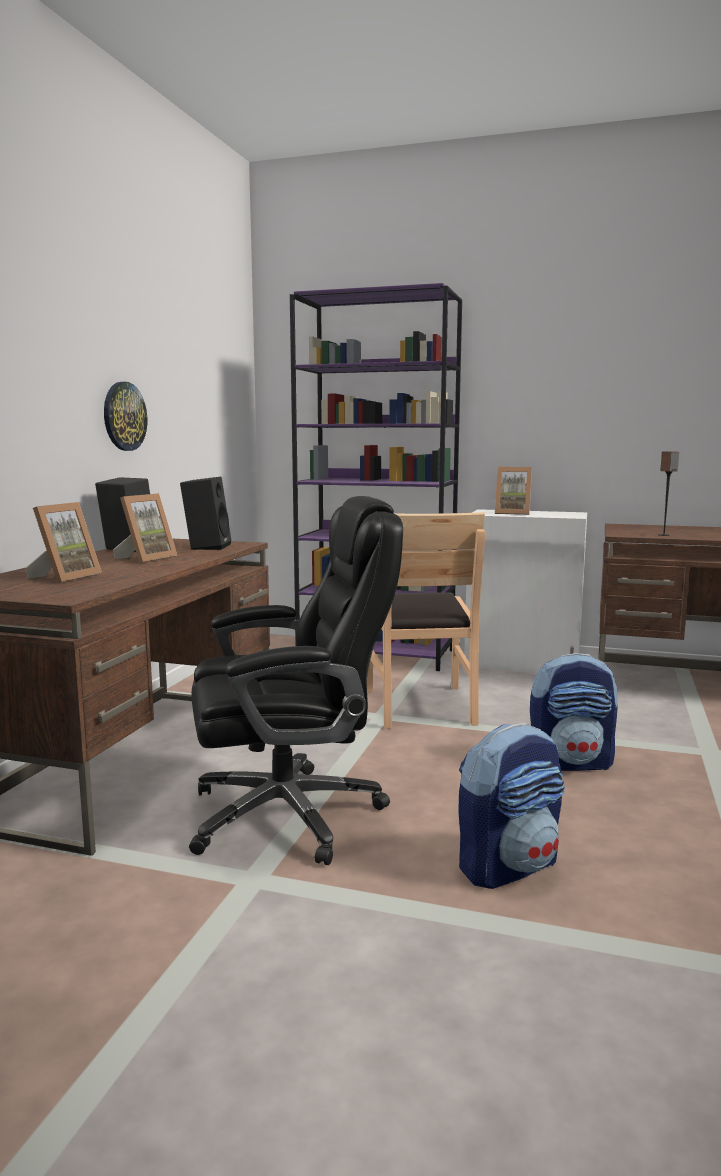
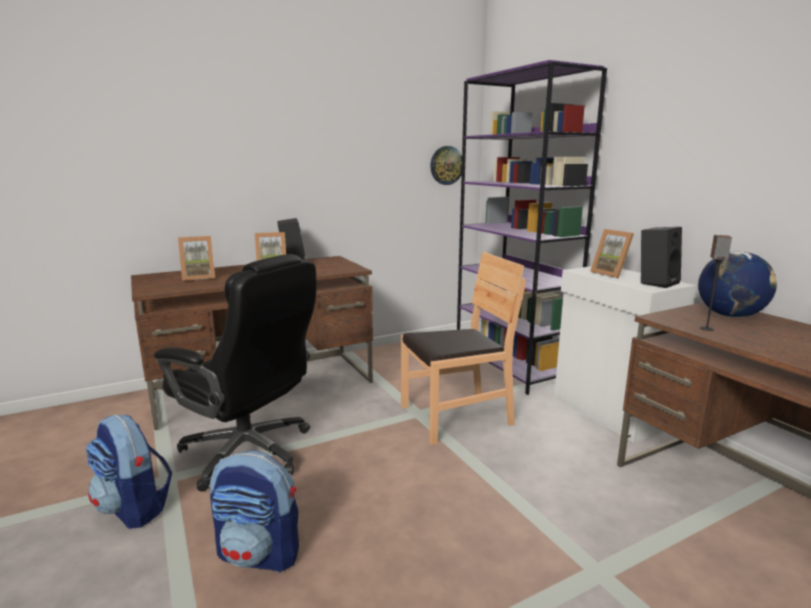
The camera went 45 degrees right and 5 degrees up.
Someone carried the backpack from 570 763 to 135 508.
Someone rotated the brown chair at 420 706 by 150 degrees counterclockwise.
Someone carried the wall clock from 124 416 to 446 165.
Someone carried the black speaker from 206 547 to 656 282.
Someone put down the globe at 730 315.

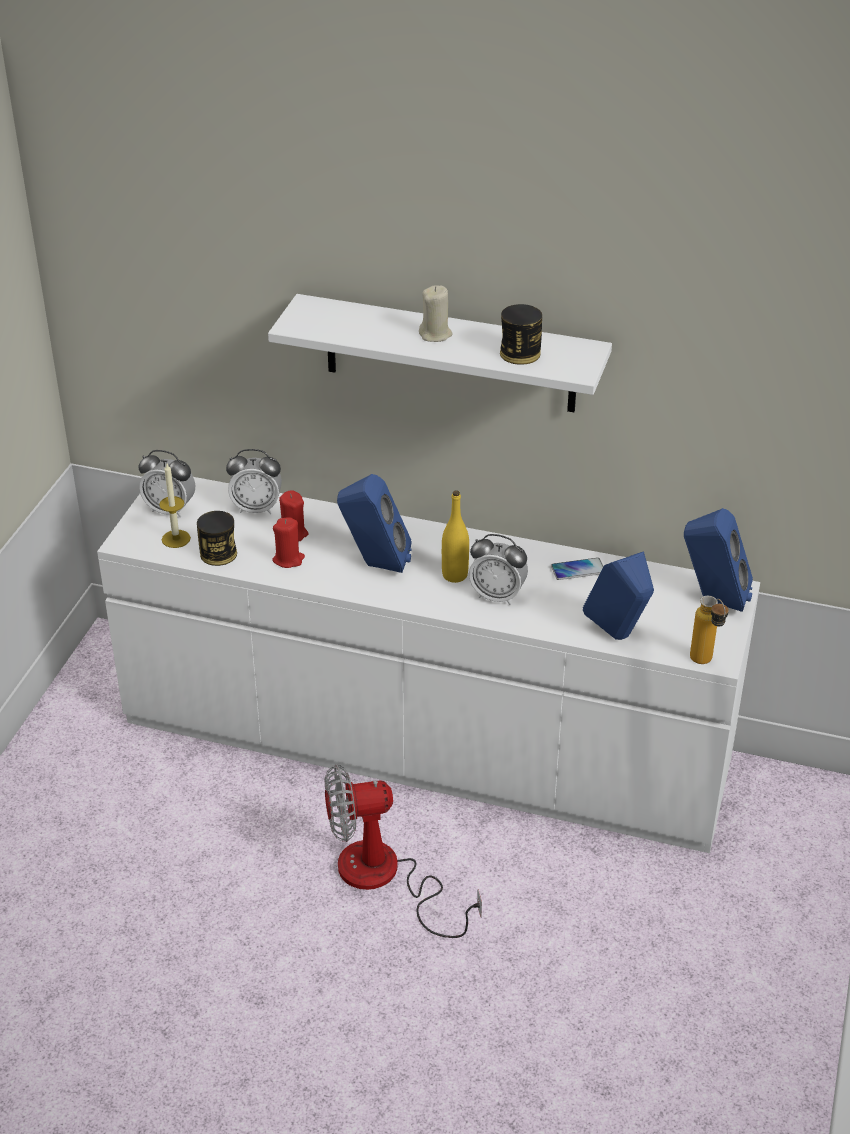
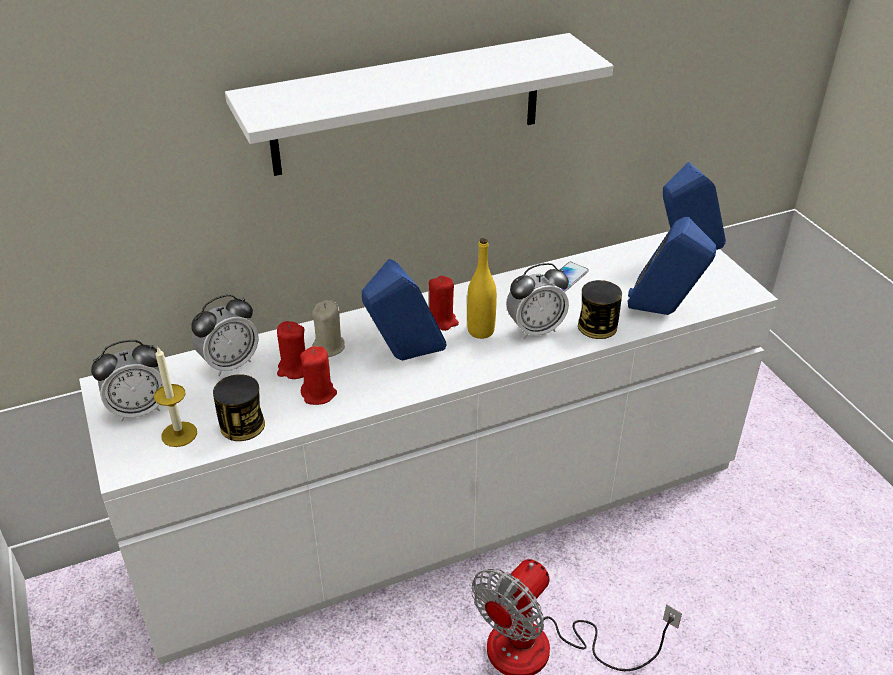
The camera went 40 degrees left and 0 degrees up.
Someone carried the beige candle from 435 334 to 329 347.
Someone put down the red candle at 442 321.
Someone carried the can from 520 353 to 597 326.
Someone took away the bottle at 705 663.

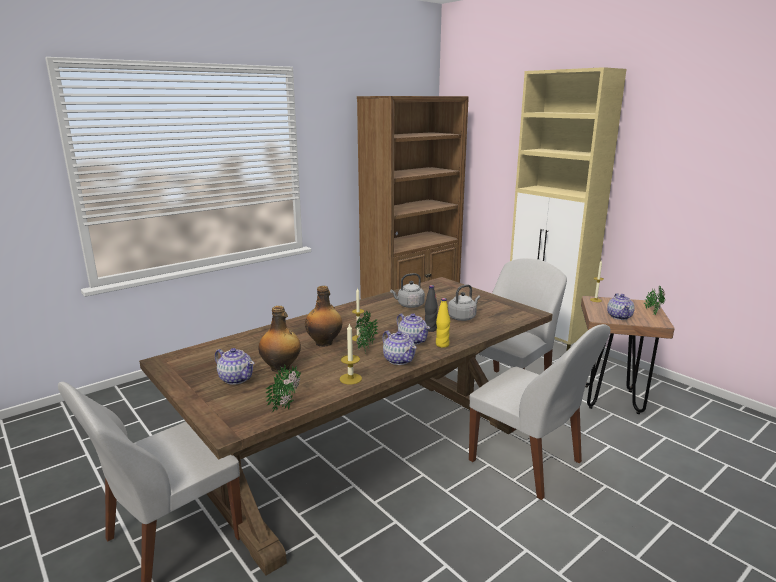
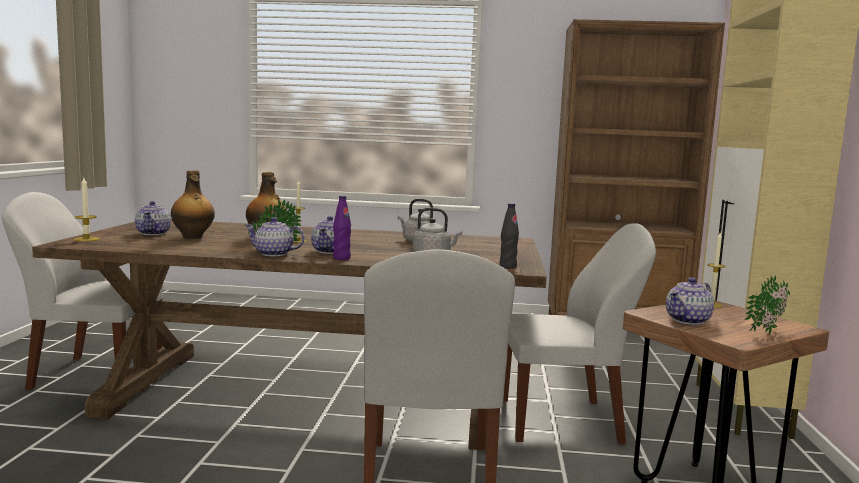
The camera went 45 degrees right and 10 degrees down.
Someone carried the candle from 350 379 to 86 239.
Someone rotated the teapot at 399 360 by 90 degrees clockwise.
Someone repainted the yellow bottle at 442 345, which became the purple bottle at 341 258.
Someone carried the black bottle from 430 329 to 508 266.
Someone took away the potted plant at 288 405.

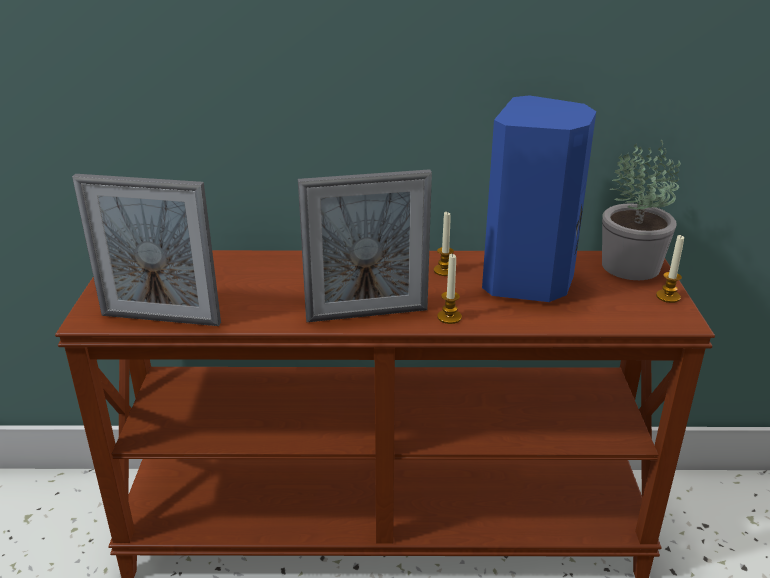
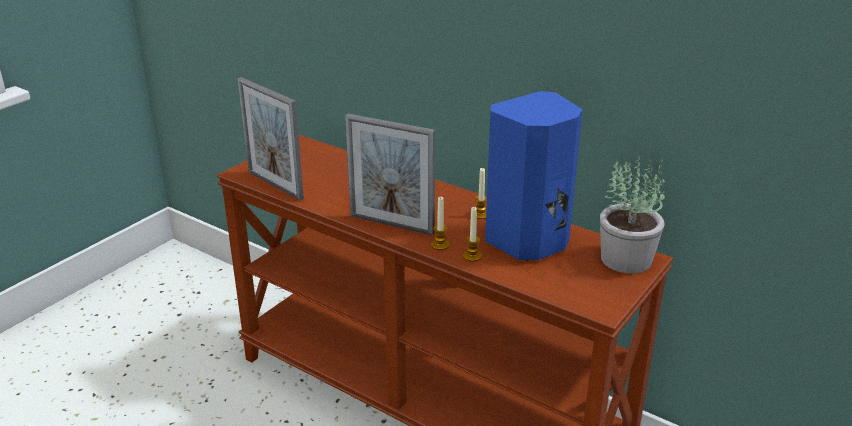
The camera went 35 degrees right and 0 degrees up.
Someone carried the candle from 668 297 to 472 256.

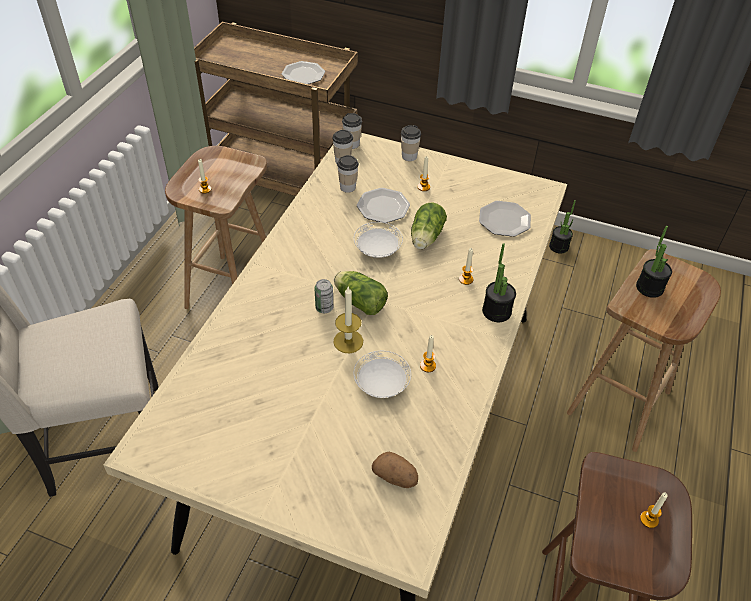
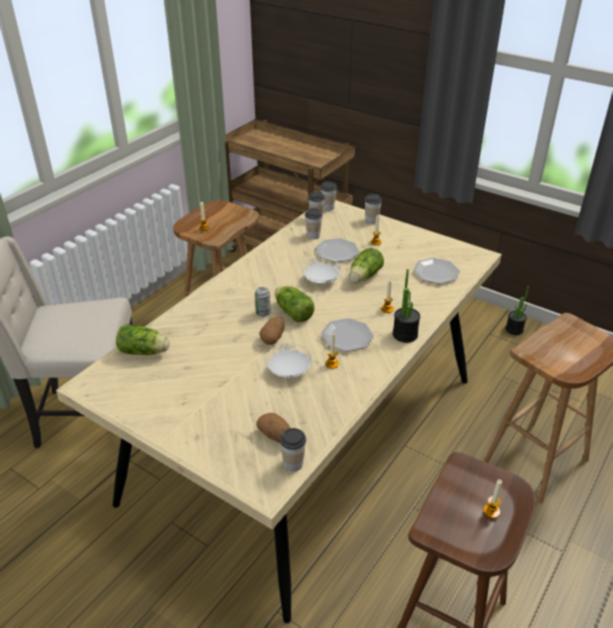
The camera went 15 degrees right and 10 degrees down.
Someone put down the lettuce at 145 352.
Someone swapped the candle at 348 341 for the potato at 273 338.
Someone put down the cup at 293 463.
Someone carried the plate from 304 75 to 347 337.
Someone took away the potted plant at 649 287.

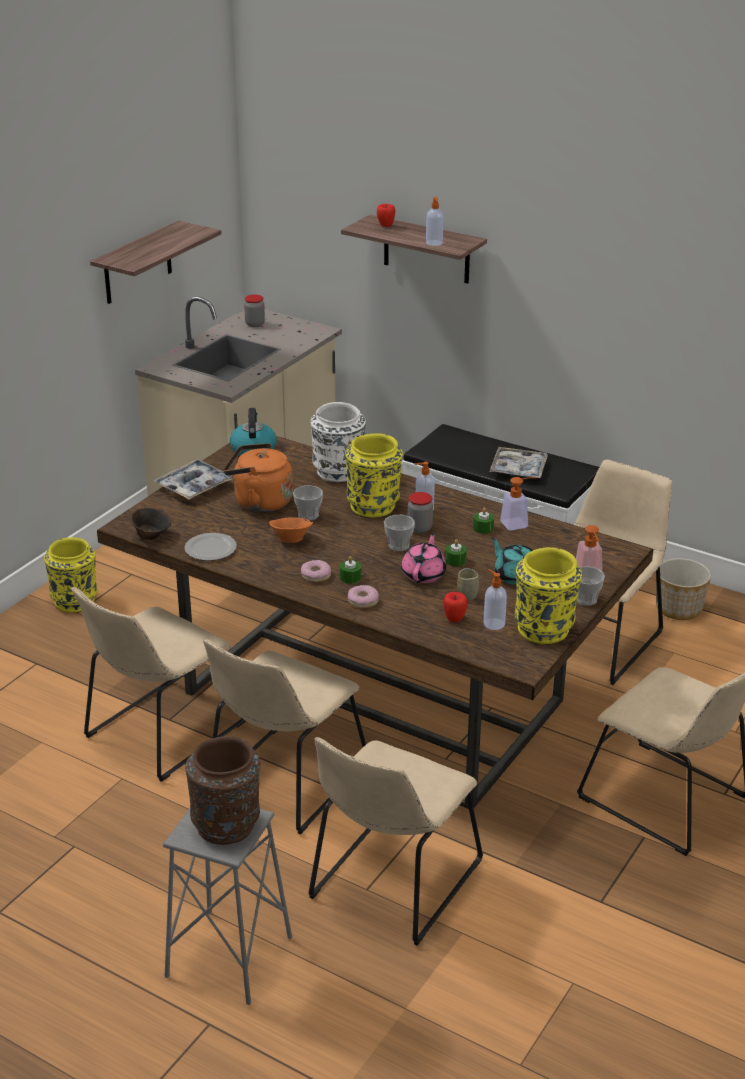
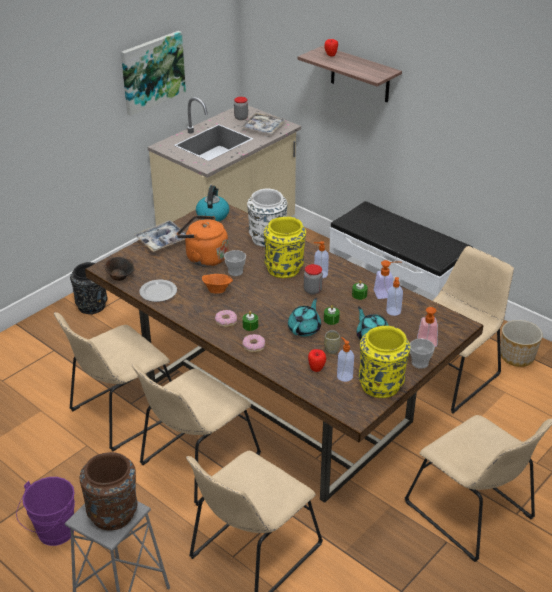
The camera went 10 degrees right and 5 degrees up.
Someone put down the purple bucket at 53 534.
Someone repainted the yellow vase at 75 601, which became the black vase at 92 305.
Someone swapped the shelf at 137 263 for the picture at 152 72.
Someone carried the tray from 518 469 to 263 128.
Someone repainted the pink teapot at 424 574, which became the turquoise teapot at 304 328.
Someone carried the soap dispenser from 434 243 to 393 311.
Someone took away the cup at 398 545.

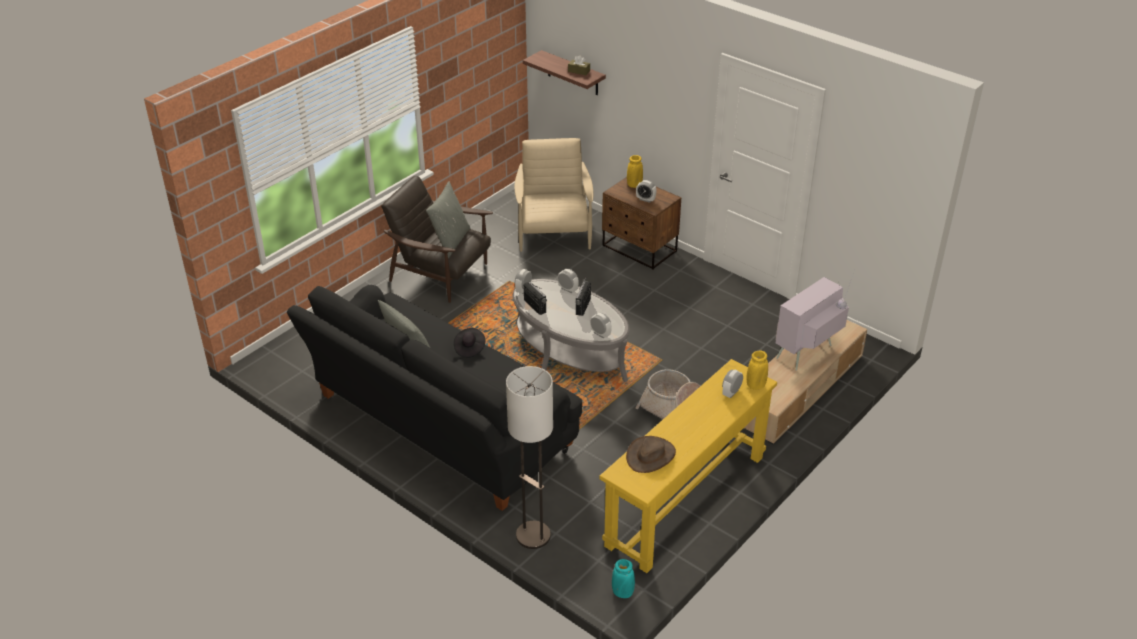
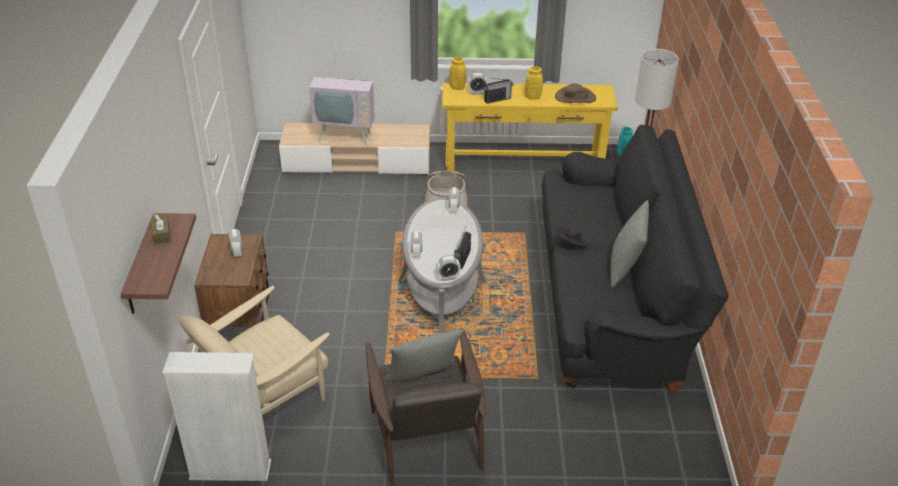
The camera went 130 degrees left and 0 degrees up.
Someone put down the white bookcase at 230 470.
Someone carried the radio from 583 306 to 497 99.
Someone carried the yellow vase from 634 185 to 533 97.

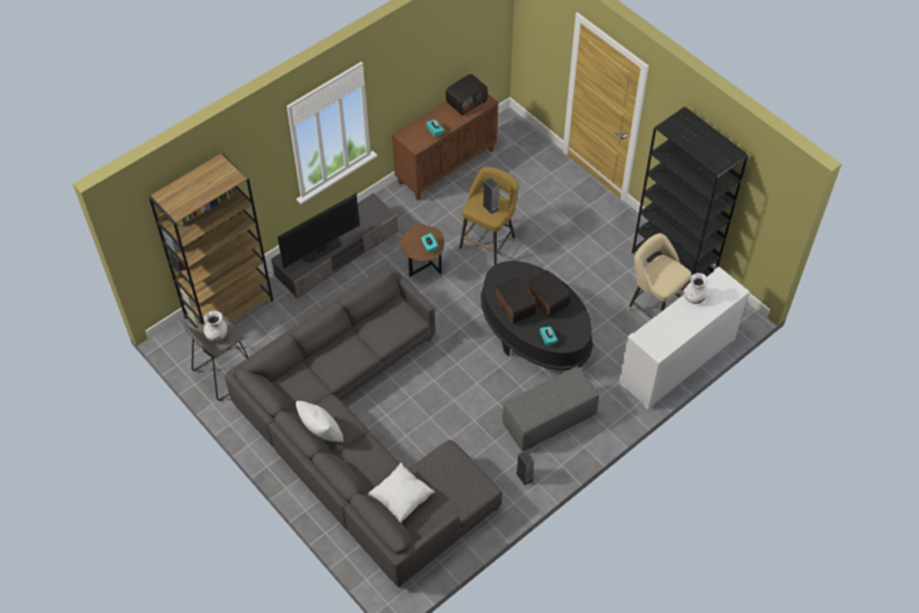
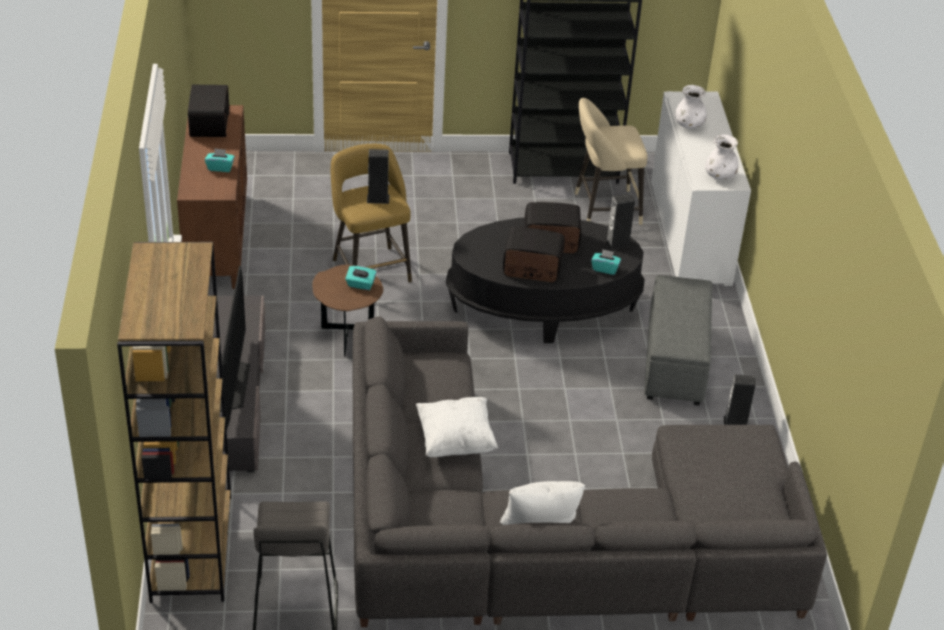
The camera went 55 degrees left and 15 degrees down.
Someone carried the white pillow from 401 499 to 455 441.
Someone put down the speaker at 617 243.
Someone carried the white vase from 217 335 to 720 176.

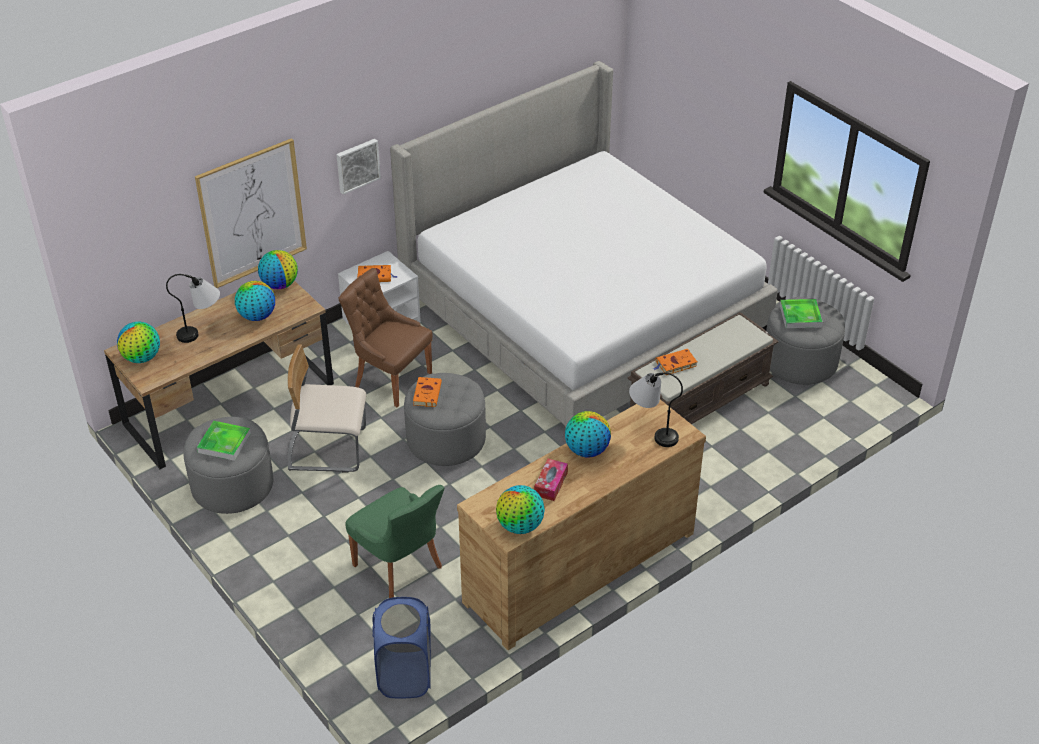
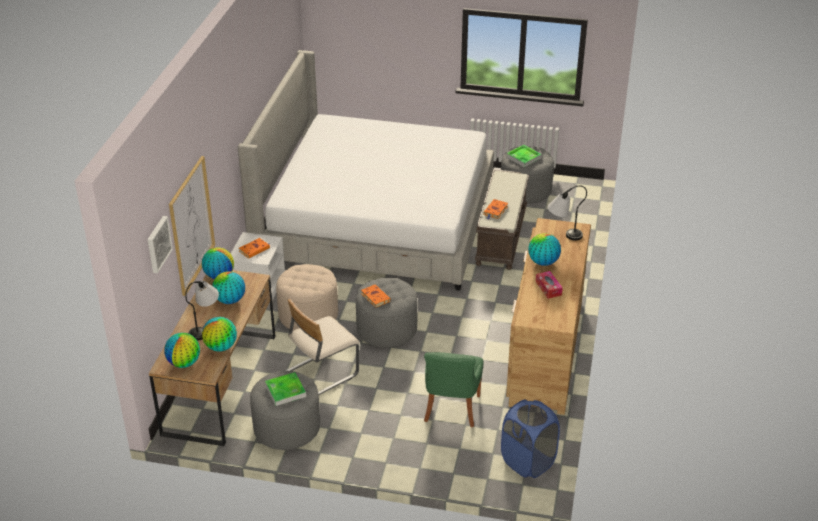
The camera went 40 degrees left and 5 degrees down.
Someone carried the picture from 357 165 to 158 244.
Someone carried the globe from 520 526 to 221 347.
Someone swapped the brown chair at 390 379 for the beige ottoman at 308 314.
Someone rotated the green chair at 400 567 by 90 degrees clockwise.

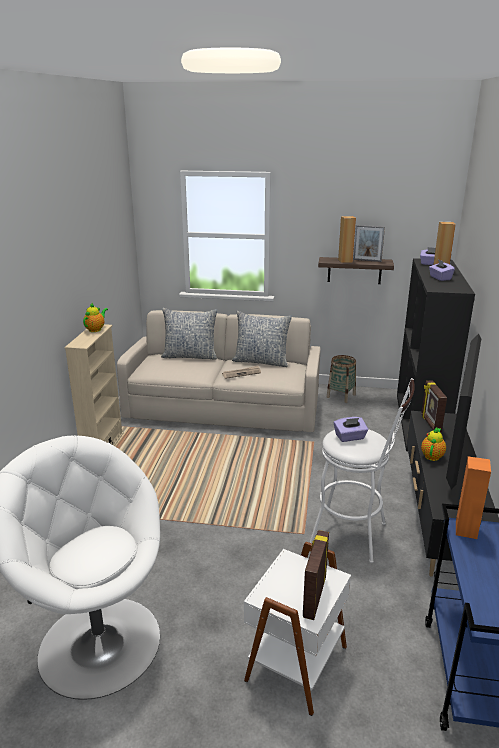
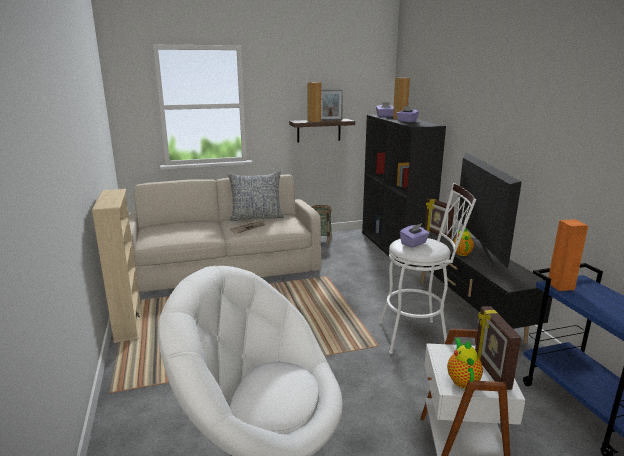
The camera went 25 degrees left and 5 degrees down.
Someone carried the teapot from 96 329 to 462 380.
Someone took away the pillow at 190 356.

